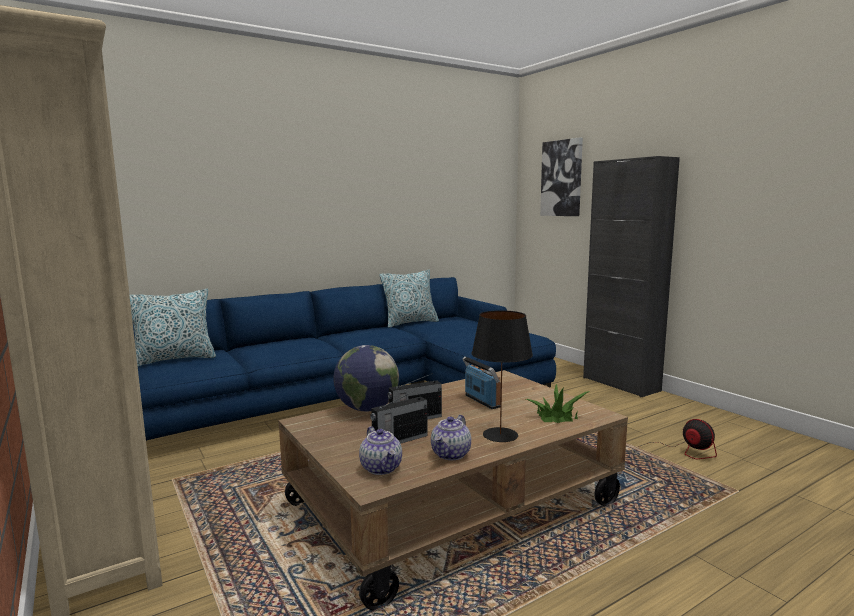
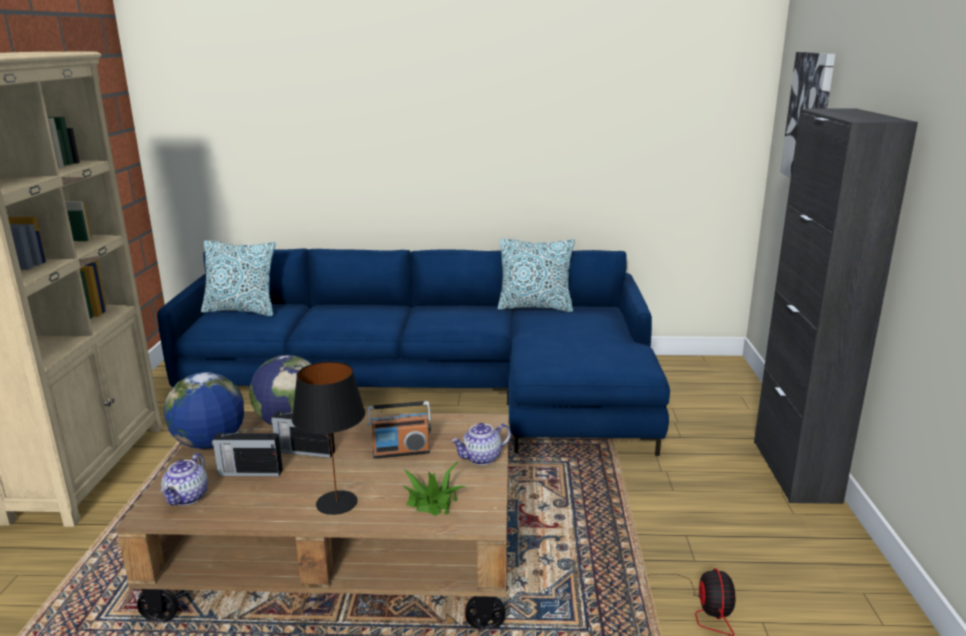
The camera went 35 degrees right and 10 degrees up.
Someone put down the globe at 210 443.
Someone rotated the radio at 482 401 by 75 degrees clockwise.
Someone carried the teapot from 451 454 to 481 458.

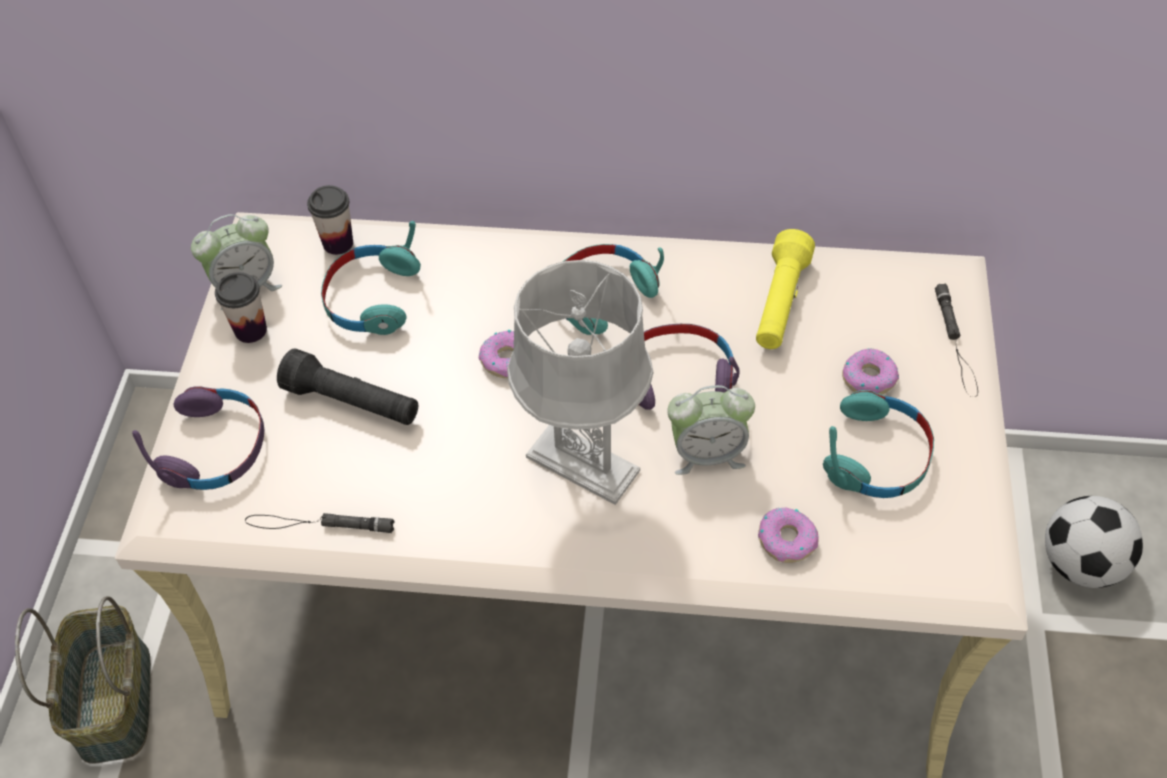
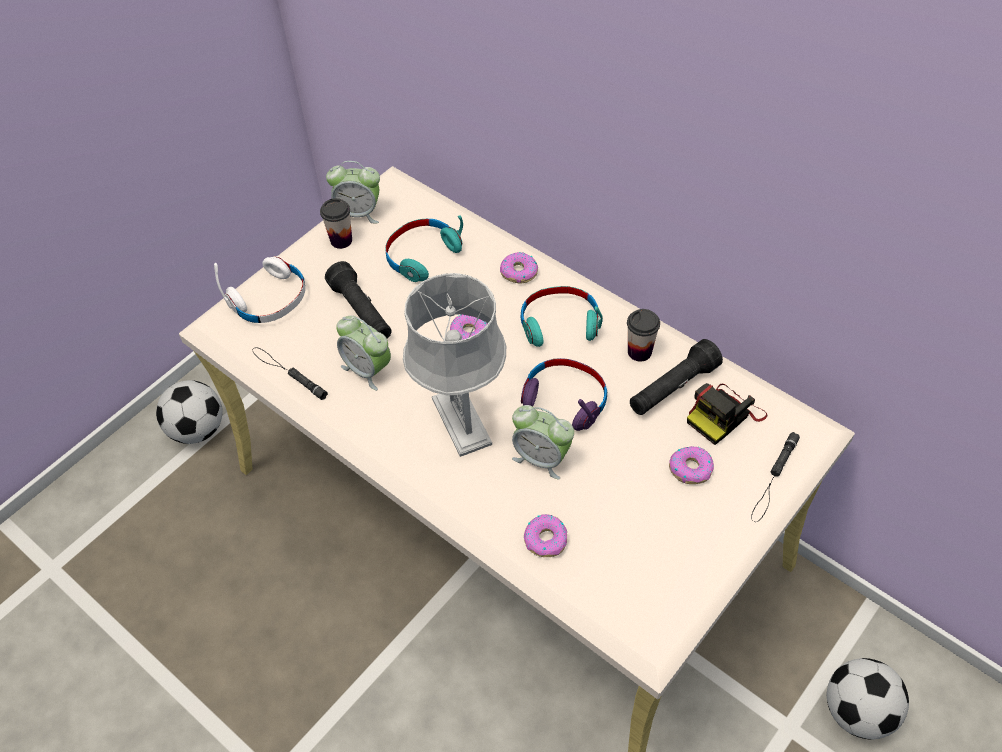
The camera went 35 degrees right and 0 degrees up.
Someone swapped the basket at 113 700 for the football at 197 429.
Someone repainted the purple headphones at 216 448, which became the white headphones at 270 299.
Someone put down the alarm clock at 367 369.
Someone put down the donut at 519 272.
Someone carried the cup from 338 243 to 639 352.
Someone repainted the yellow flashlight at 780 303, which became the black flashlight at 672 388.
Someone put down the photo camera at 724 415.
Someone took away the turquoise headphones at 877 456.

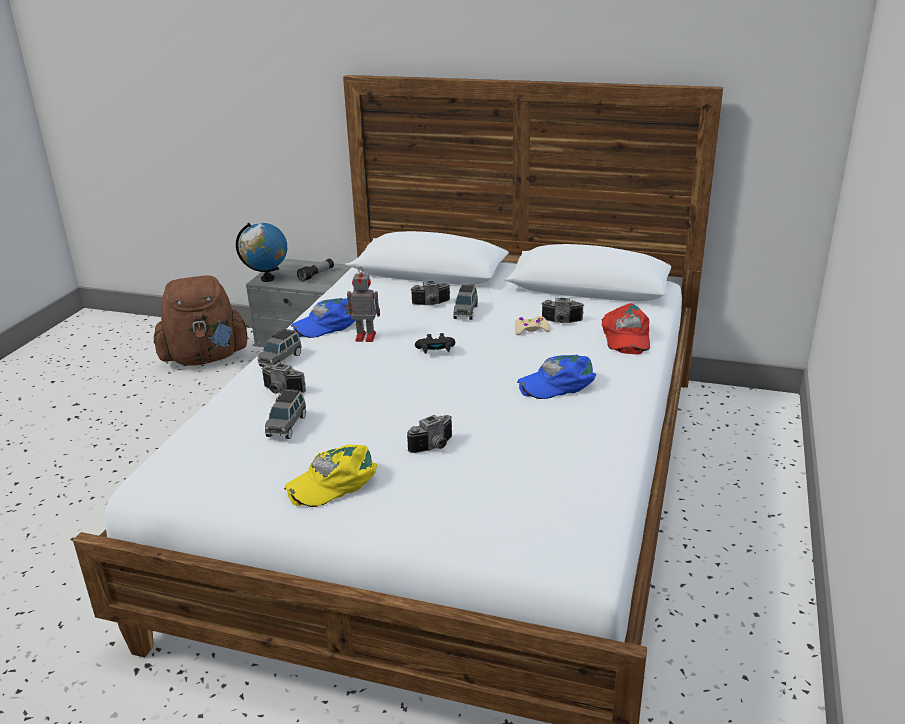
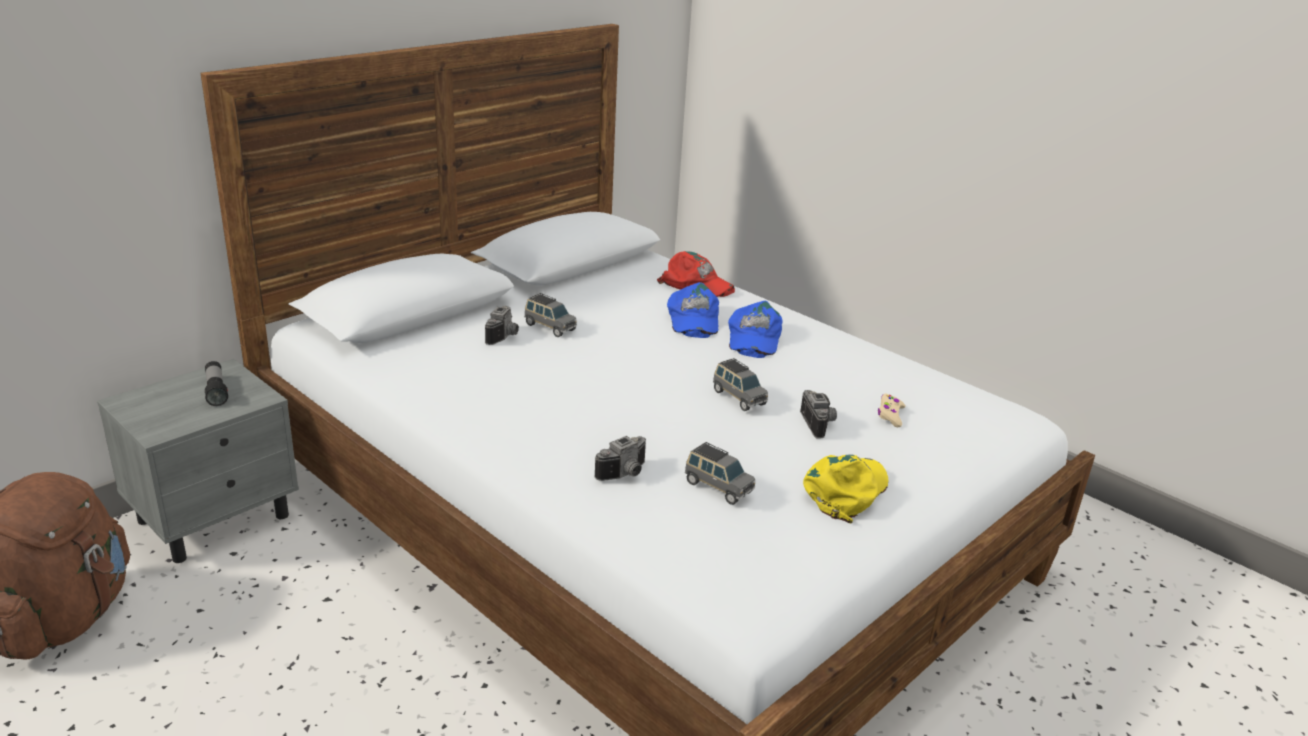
The camera went 65 degrees left and 0 degrees up.
Someone carried the blue cap from 327 324 to 692 319.
Someone carried the grey toy car from 281 360 to 738 397.
Someone rotated the yellow cap at 333 481 by 135 degrees counterclockwise.
Someone carried the beige game controller from 531 330 to 890 415.
Someone took away the globe at 267 279.
Someone took away the toy robot at 364 337.
Someone took away the black game controller at 436 351.
Someone took away the photo camera at 561 322.

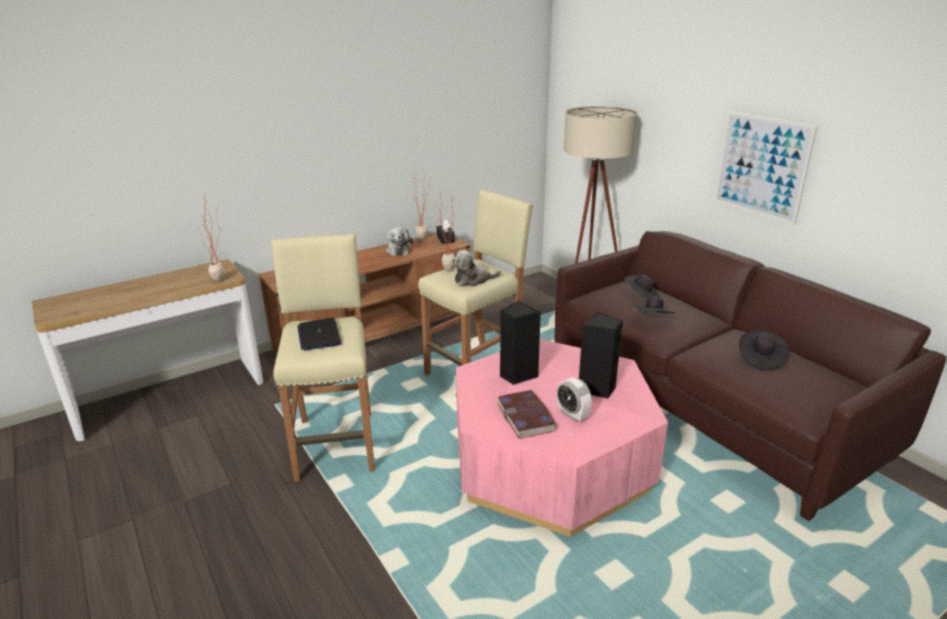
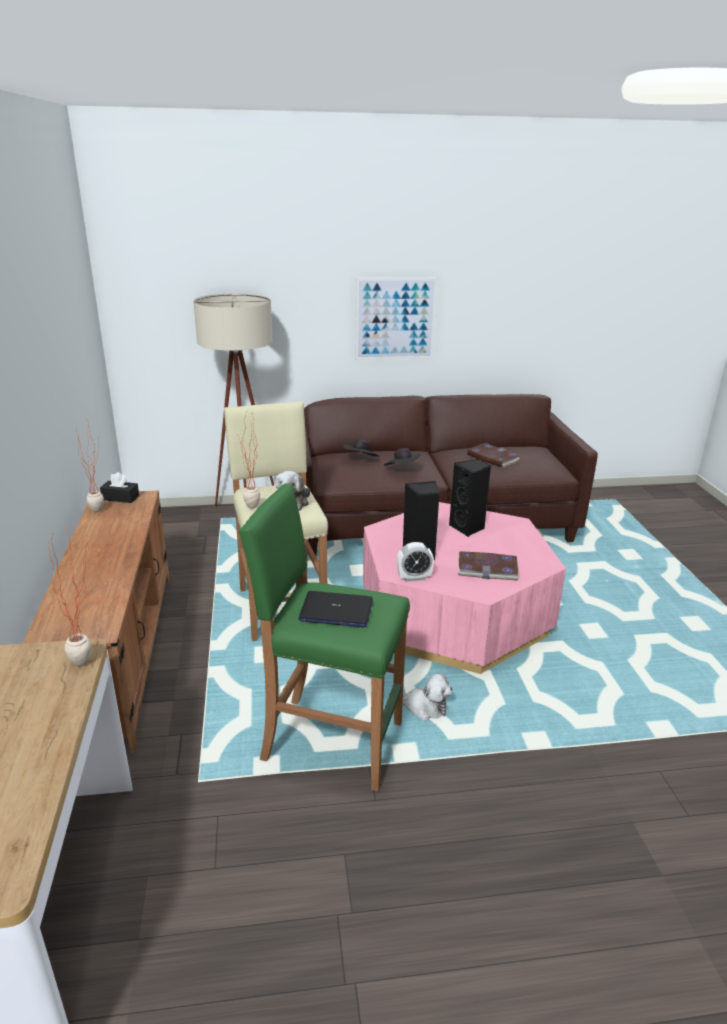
The camera went 65 degrees left and 0 degrees up.
Someone repainted the beige stool at 336 444, which became the green stool at 331 741.
Someone carried the alarm clock from 572 414 to 414 577.
Someone carried the plush toy from 398 250 to 423 708.
Someone swapped the black hat at 760 359 for the book at 492 458.

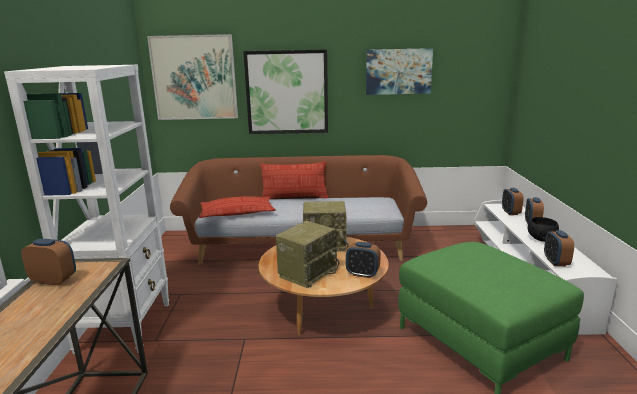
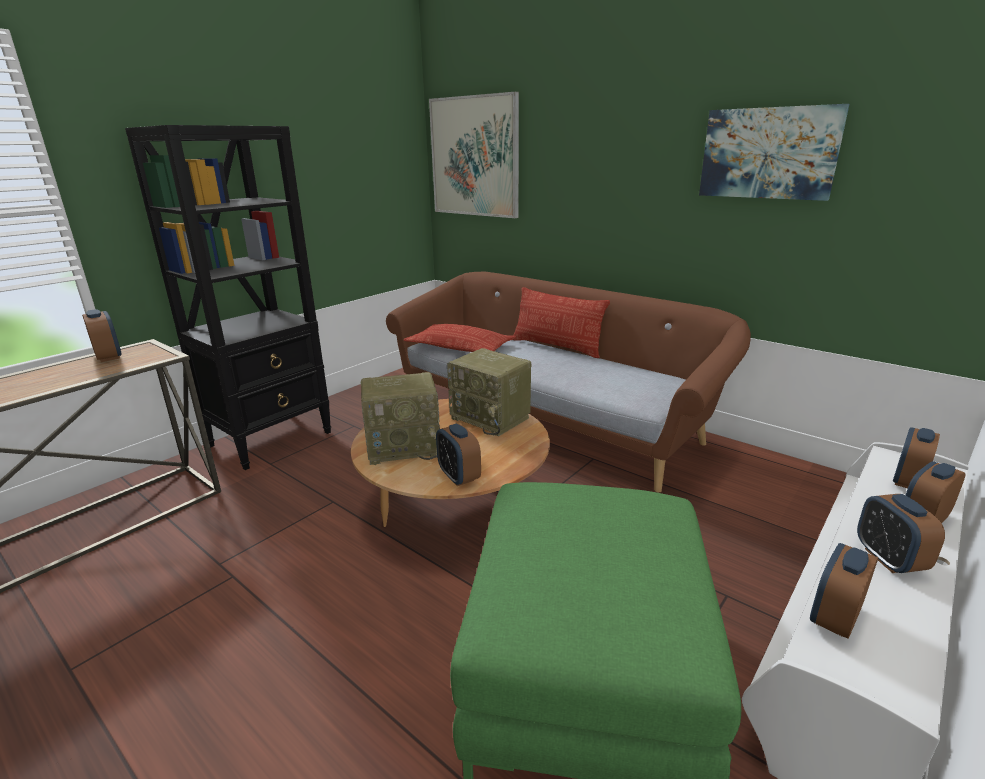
The camera went 40 degrees right and 5 degrees up.
Someone repainted the white bookcase at 125 326, which became the black bookcase at 272 438.
Someone swapped the black bowl at 542 239 for the alarm clock at 888 559.
Someone took away the picture at 287 92.

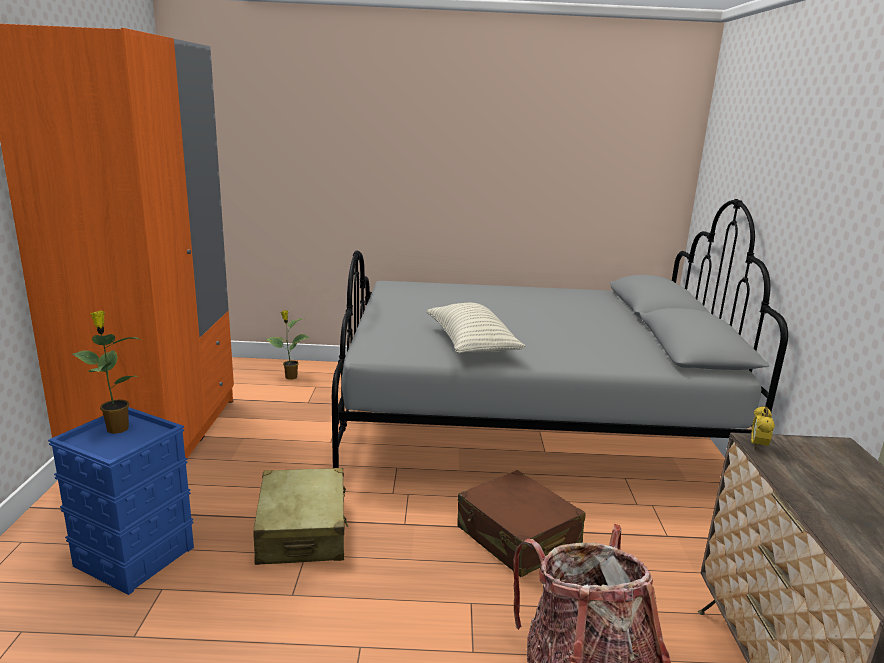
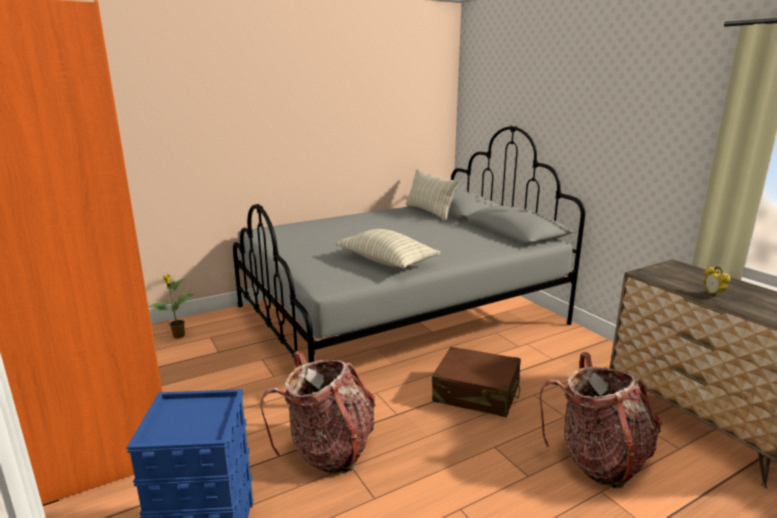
The camera went 30 degrees left and 0 degrees up.
Someone swapped the beige suitcase at 302 531 for the backpack at 329 450.
Someone put down the pillow at 429 212.
Someone carried the alarm clock from 757 446 to 712 294.
Someone took away the potted plant at 116 428.

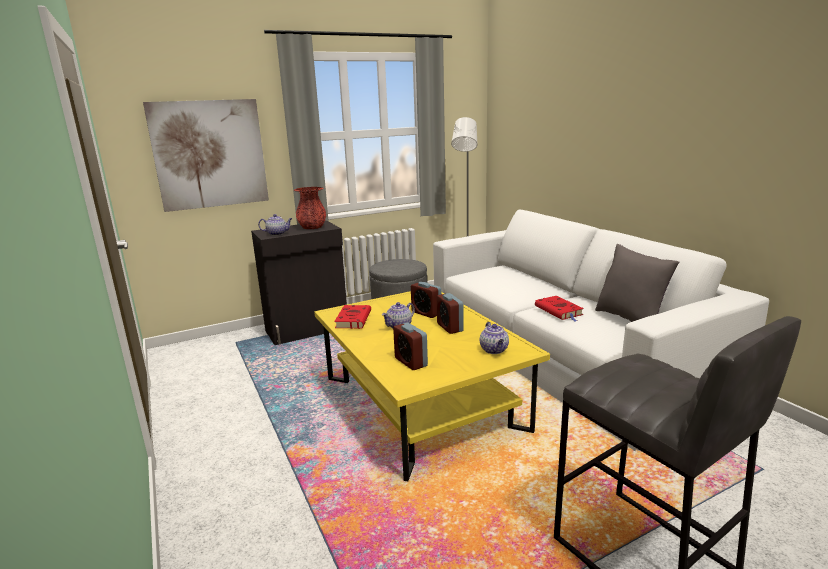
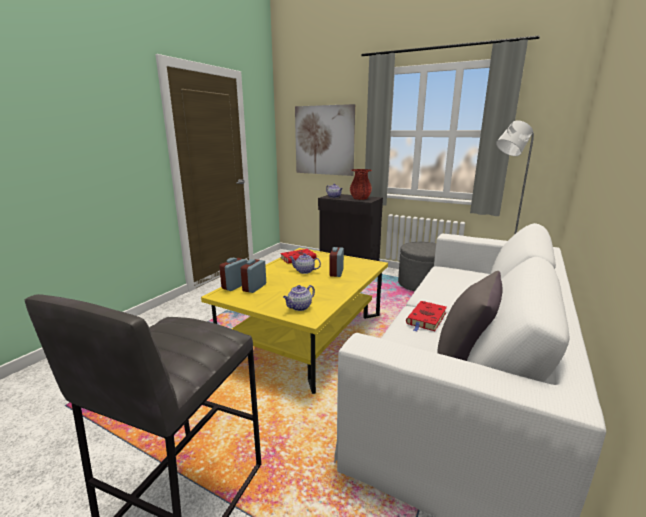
The camera went 55 degrees right and 0 degrees up.
Someone carried the alarm clock from 450 327 to 235 286.

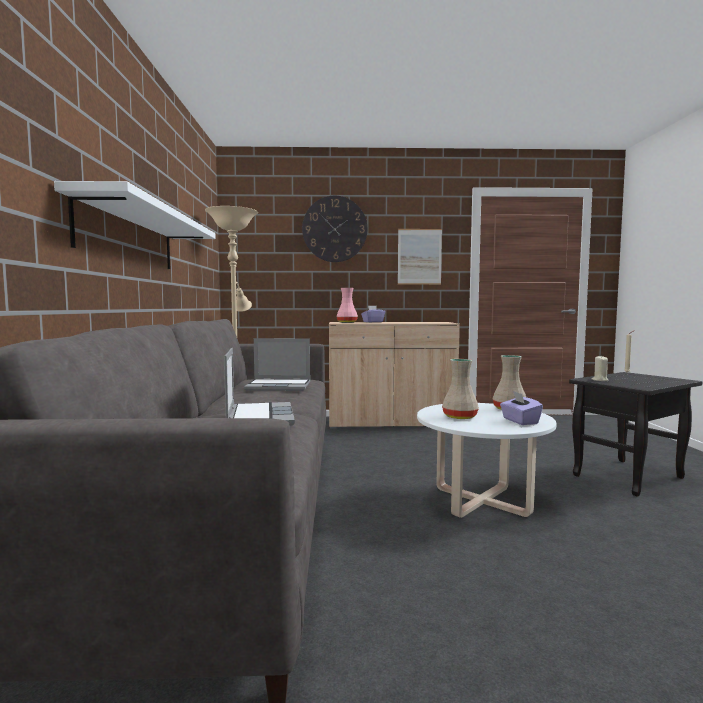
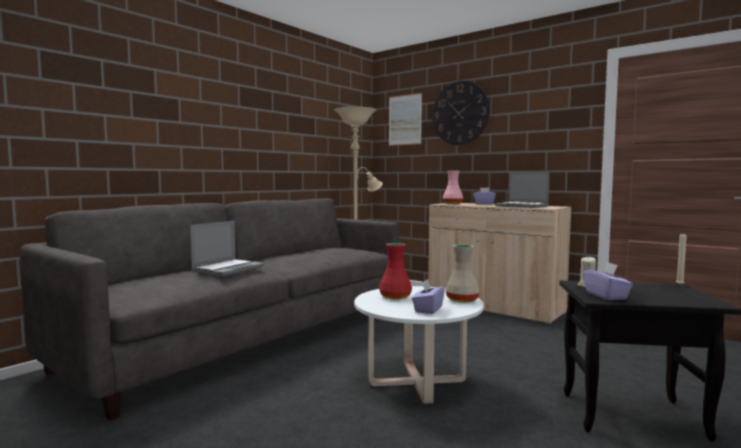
The camera went 40 degrees right and 0 degrees up.
Someone repainted the beige vase at 459 416, which became the red vase at 395 297.
Someone carried the picture from 419 256 to 405 120.
Someone carried the laptop from 279 386 to 522 206.
Someone put down the purple tissue box at 606 296.
Someone took away the white shelf at 129 237.

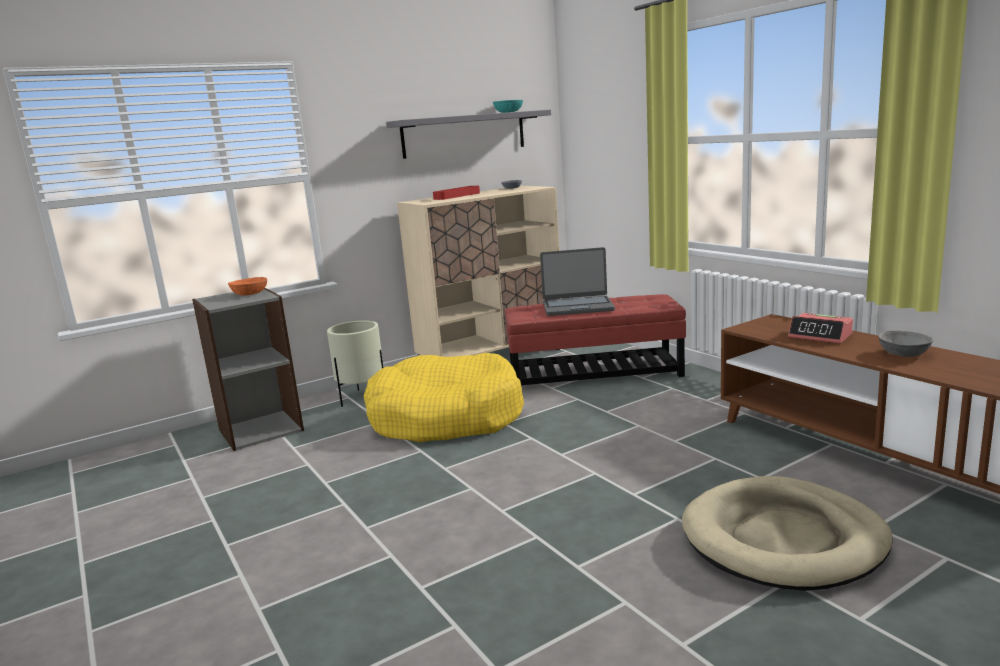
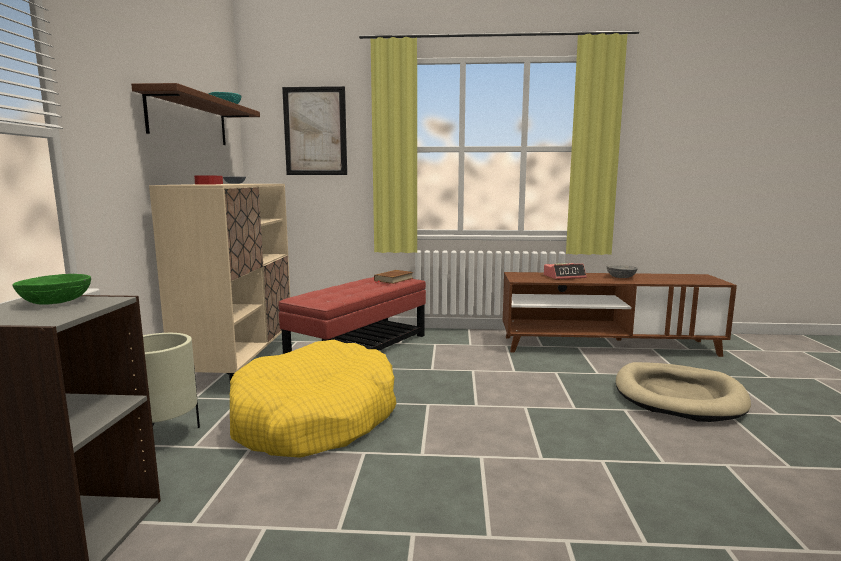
The camera went 55 degrees left and 5 degrees down.
Someone repainted the orange bowl at 250 294, which became the green bowl at 57 302.
Someone repainted the grey shelf at 464 134, which became the brown shelf at 189 120.
Someone put up the picture at 315 131.
Someone put down the brown book at 393 279.
Someone took away the laptop at 577 307.

